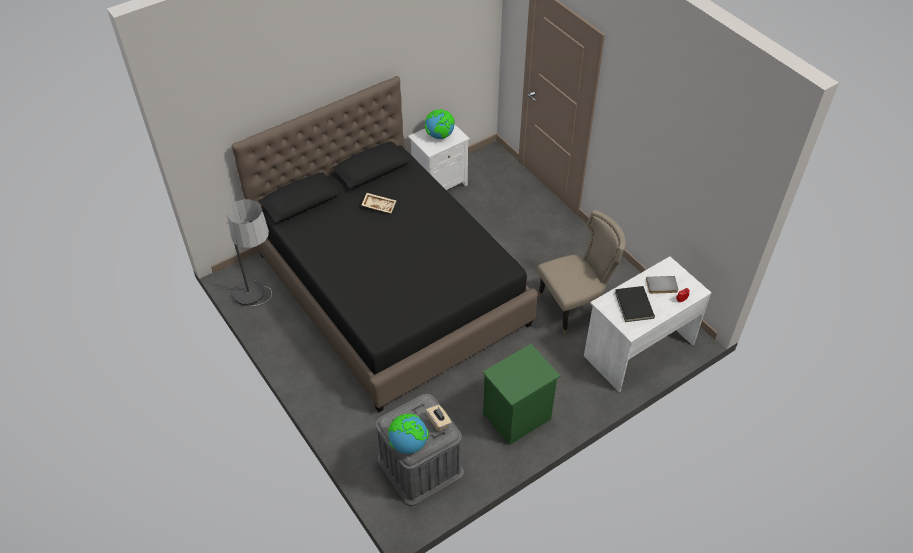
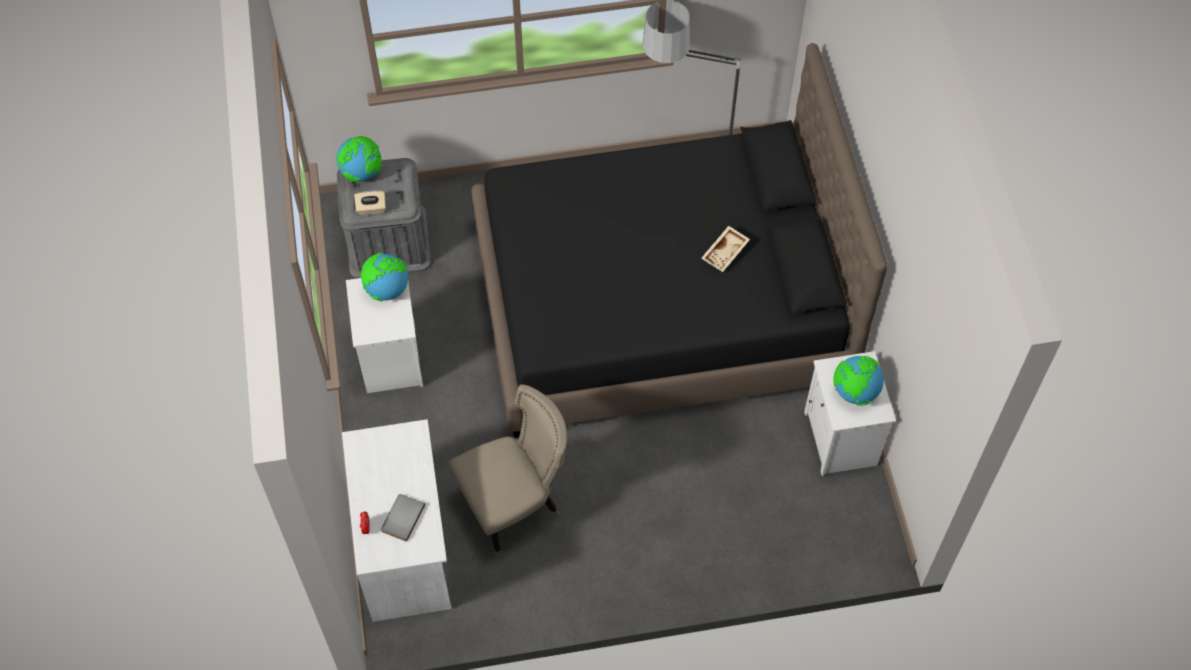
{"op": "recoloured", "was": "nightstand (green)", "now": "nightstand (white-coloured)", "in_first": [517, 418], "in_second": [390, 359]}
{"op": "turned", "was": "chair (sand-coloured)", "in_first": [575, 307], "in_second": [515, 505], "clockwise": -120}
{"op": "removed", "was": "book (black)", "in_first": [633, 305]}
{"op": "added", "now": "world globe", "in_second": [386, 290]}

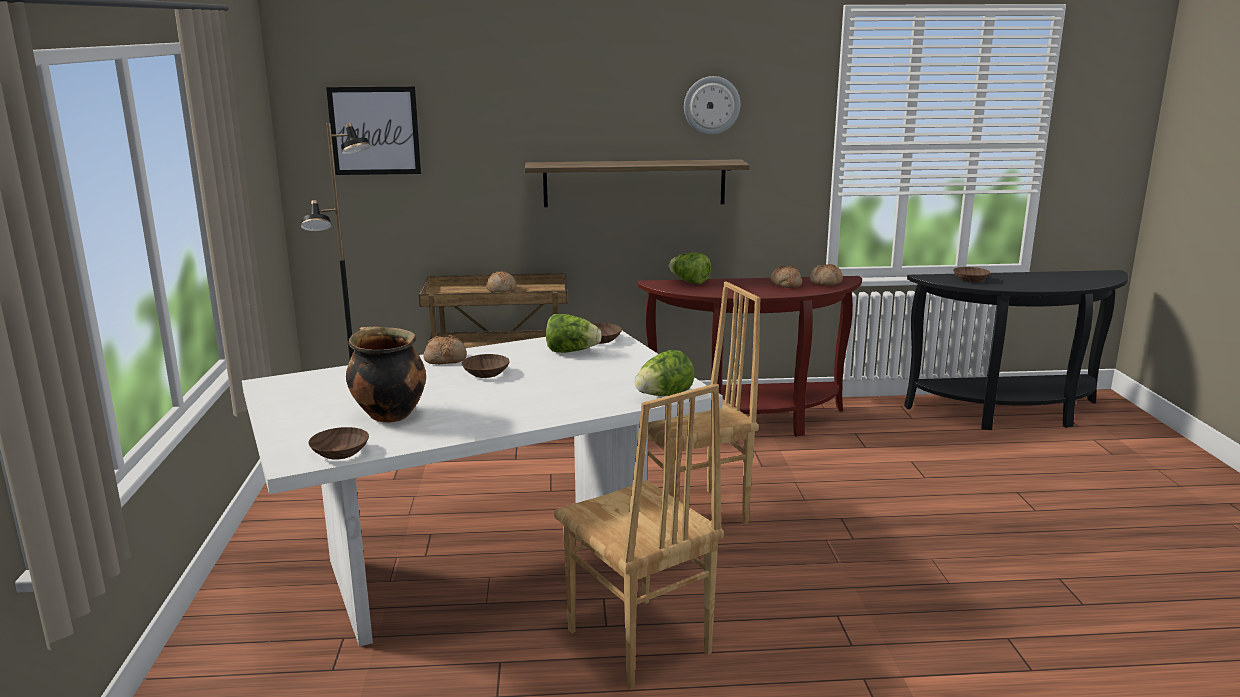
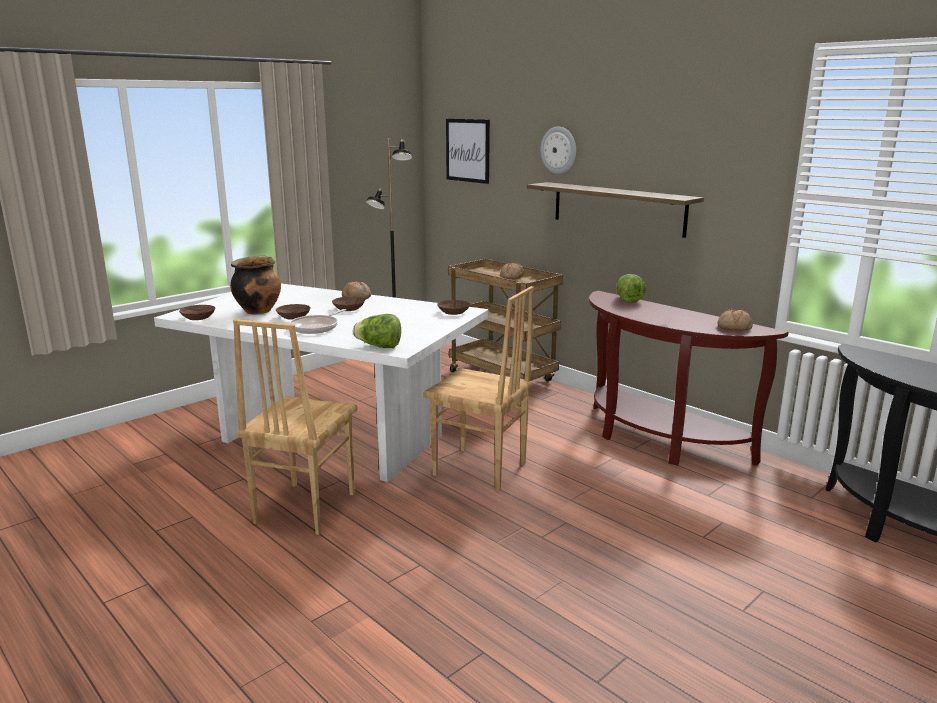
{"op": "removed", "was": "lettuce head", "in_first": [571, 352]}
{"op": "moved", "was": "clock on the wall", "in_first": [711, 105], "in_second": [559, 150]}
{"op": "removed", "was": "bread", "in_first": [785, 284]}
{"op": "moved", "was": "deep dish (brown)", "in_first": [970, 279], "in_second": [294, 317]}
{"op": "added", "now": "frying pan", "in_second": [316, 327]}

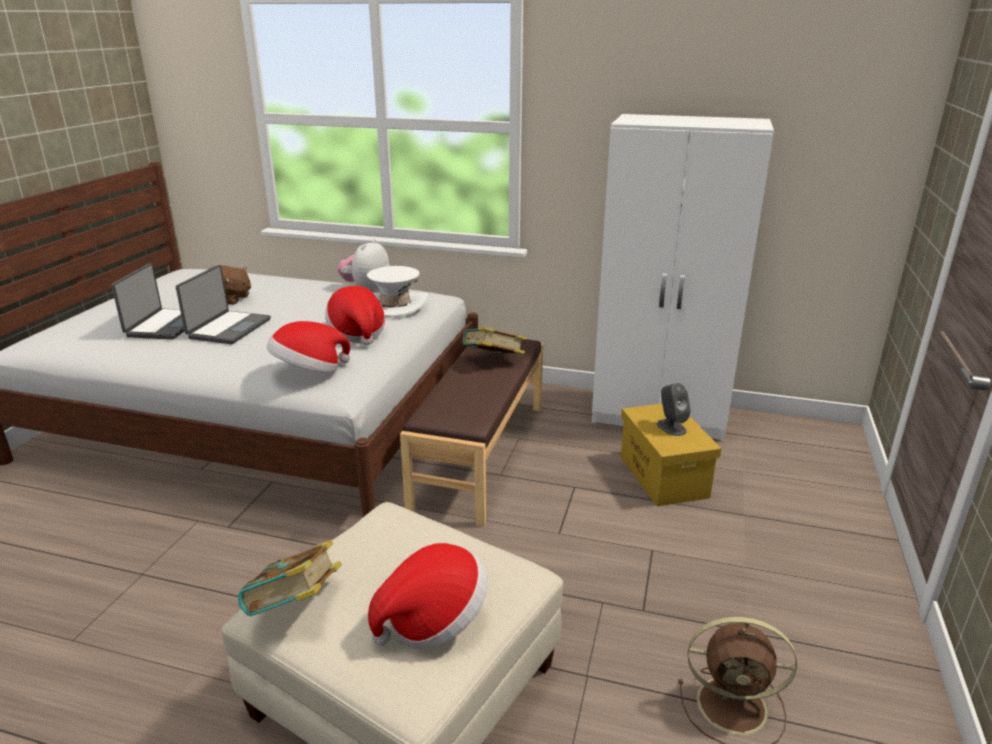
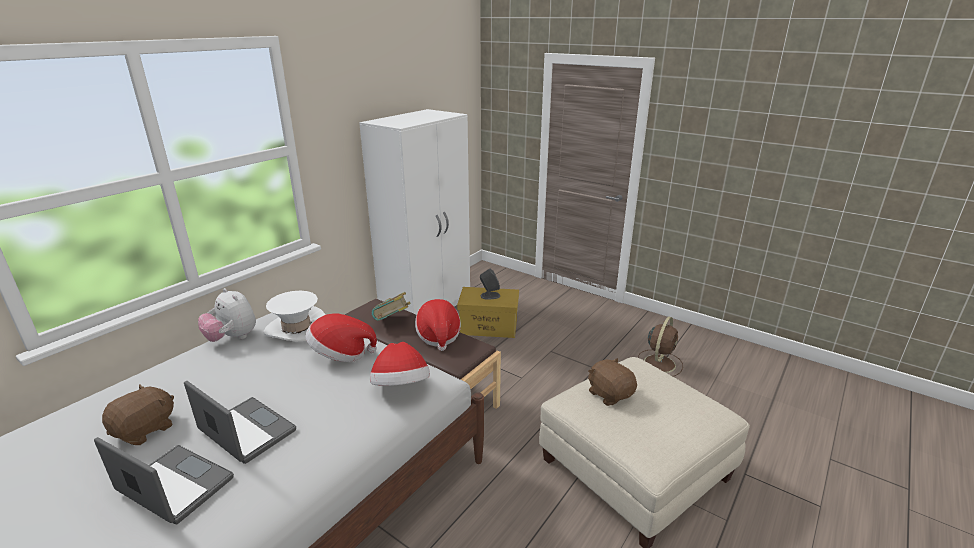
{"op": "removed", "was": "book", "in_first": [295, 608]}
{"op": "moved", "was": "hat", "in_first": [433, 620], "in_second": [438, 336]}
{"op": "added", "now": "cuddly toy (brown)", "in_second": [610, 394]}

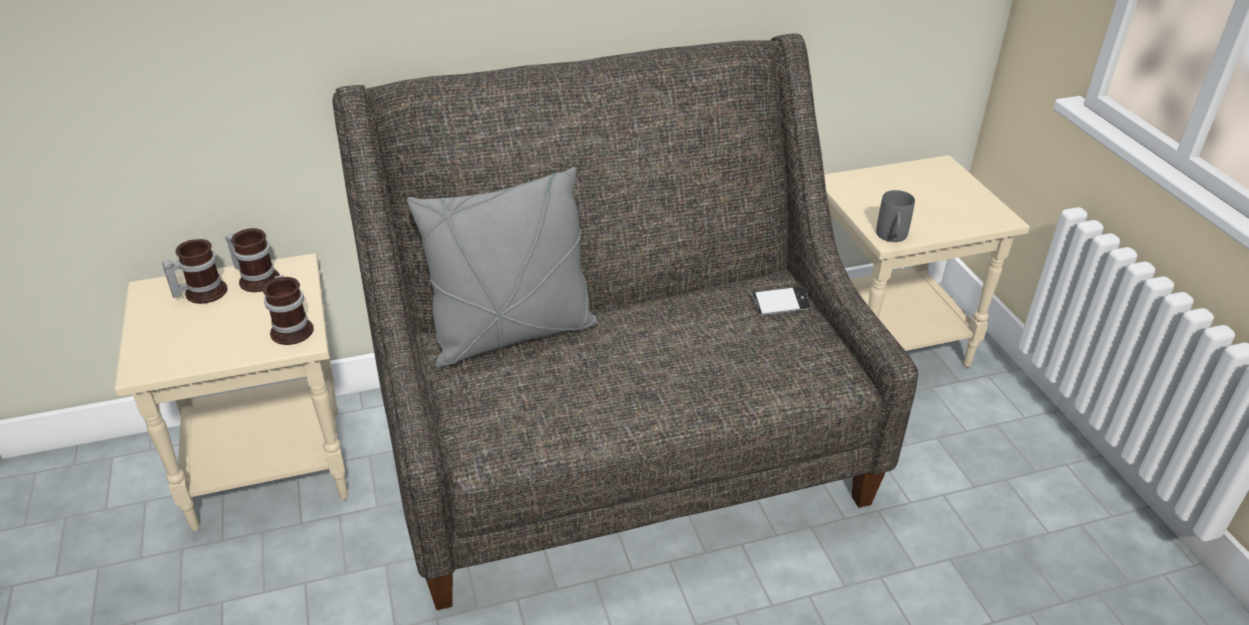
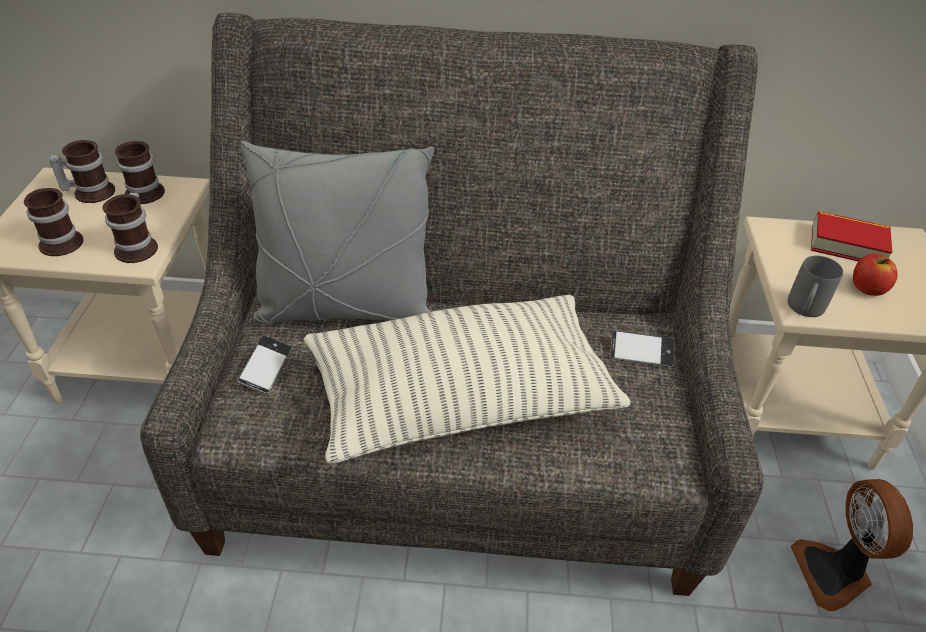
{"op": "added", "now": "tea mug", "in_second": [62, 240]}
{"op": "added", "now": "phone", "in_second": [266, 368]}
{"op": "added", "now": "cushion", "in_second": [460, 399]}
{"op": "added", "now": "cooling fan", "in_second": [833, 573]}
{"op": "added", "now": "book", "in_second": [847, 245]}
{"op": "added", "now": "whole apple", "in_second": [867, 288]}

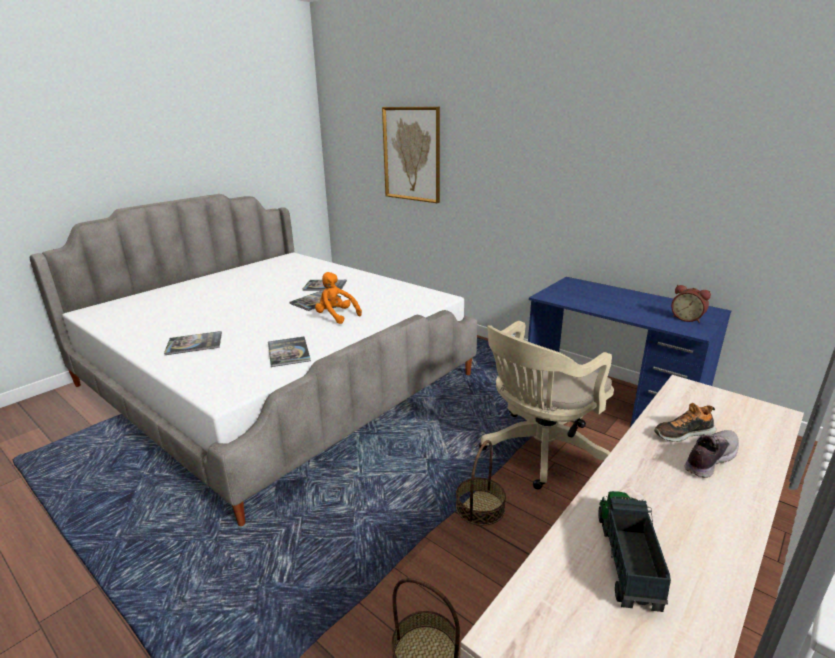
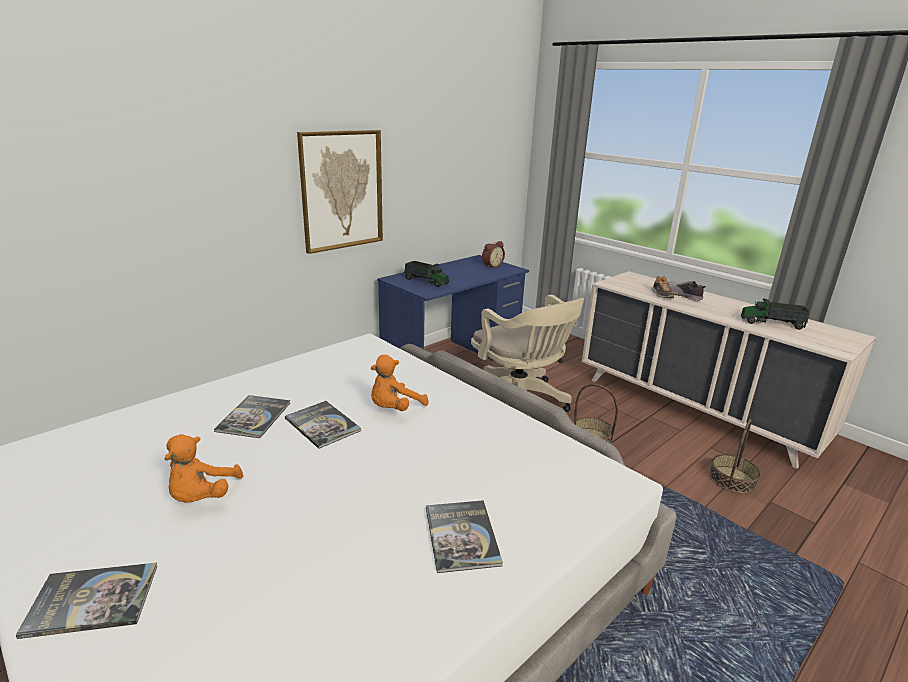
{"op": "moved", "was": "book", "in_first": [288, 352], "in_second": [92, 600]}
{"op": "moved", "was": "picture", "in_first": [412, 154], "in_second": [342, 190]}
{"op": "added", "now": "cuddly toy (orange)", "in_second": [202, 496]}
{"op": "added", "now": "toy lorry", "in_second": [426, 281]}

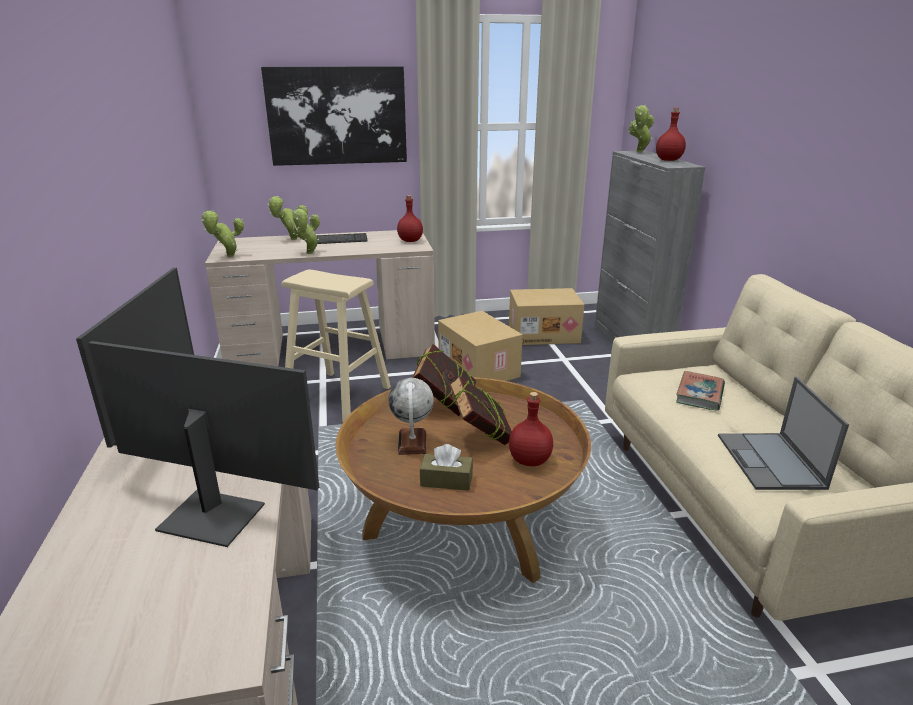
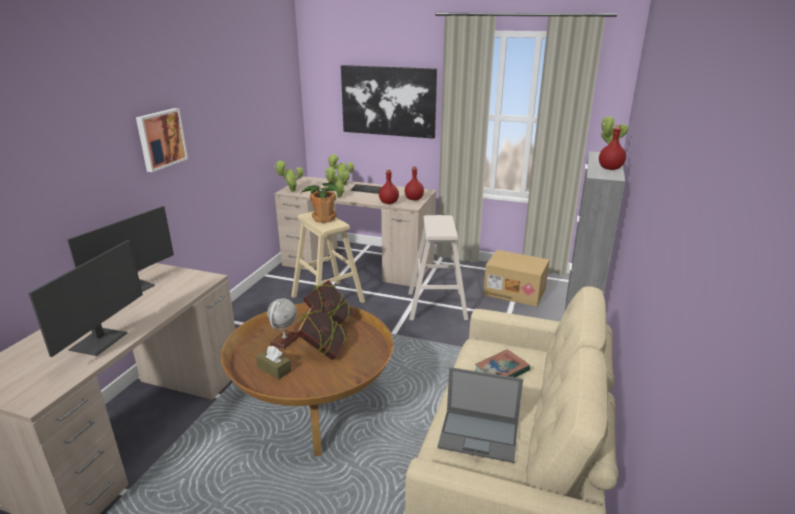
{"op": "turned", "was": "computer screen", "in_first": [213, 515], "in_second": [100, 341], "clockwise": 60}
{"op": "replaced", "was": "carton", "now": "stool (sand-coloured)", "in_first": [480, 368], "in_second": [437, 306]}
{"op": "moved", "was": "drink bottle (reddish)", "in_first": [529, 461], "in_second": [388, 203]}
{"op": "turned", "was": "portable computer", "in_first": [770, 462], "in_second": [479, 435], "clockwise": -105}
{"op": "added", "now": "picture", "in_second": [160, 139]}
{"op": "added", "now": "plant in a pot", "in_second": [323, 218]}

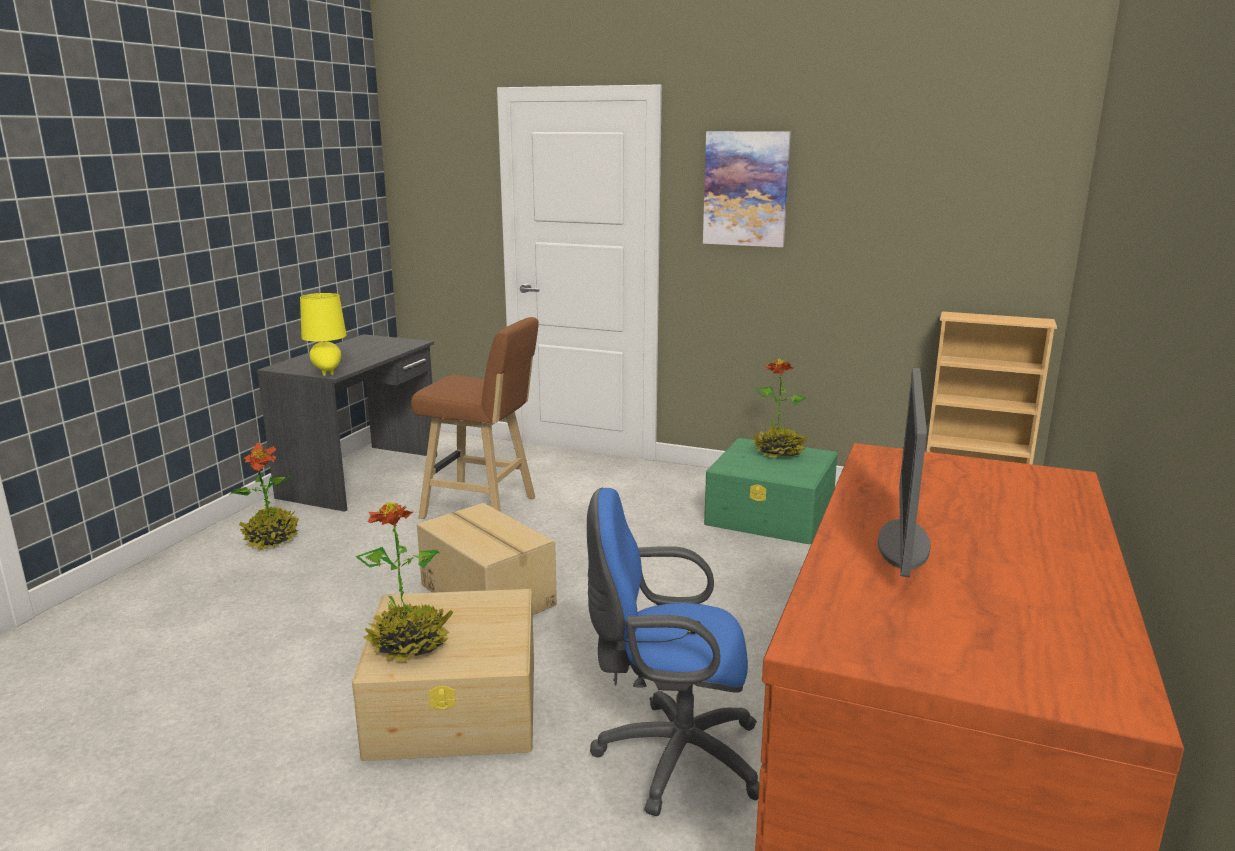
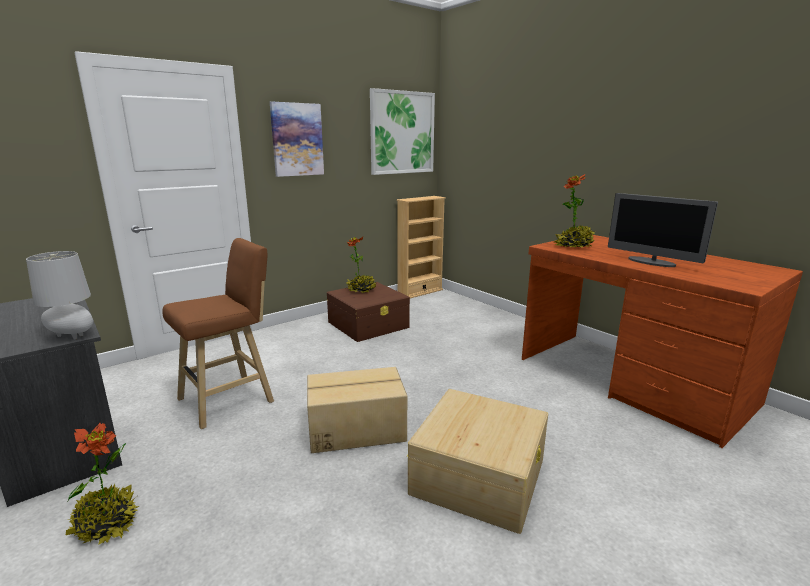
{"op": "recoloured", "was": "table lamp (yellow-coloured)", "now": "table lamp (gray)", "in_first": [328, 373], "in_second": [72, 336]}
{"op": "moved", "was": "plant in a pot", "in_first": [410, 644], "in_second": [573, 246]}
{"op": "removed", "was": "desk chair (blue-coloured)", "in_first": [670, 756]}
{"op": "recoloured", "was": "storage container (green)", "now": "storage container (brown)", "in_first": [771, 514], "in_second": [369, 324]}
{"op": "added", "now": "picture", "in_second": [402, 133]}

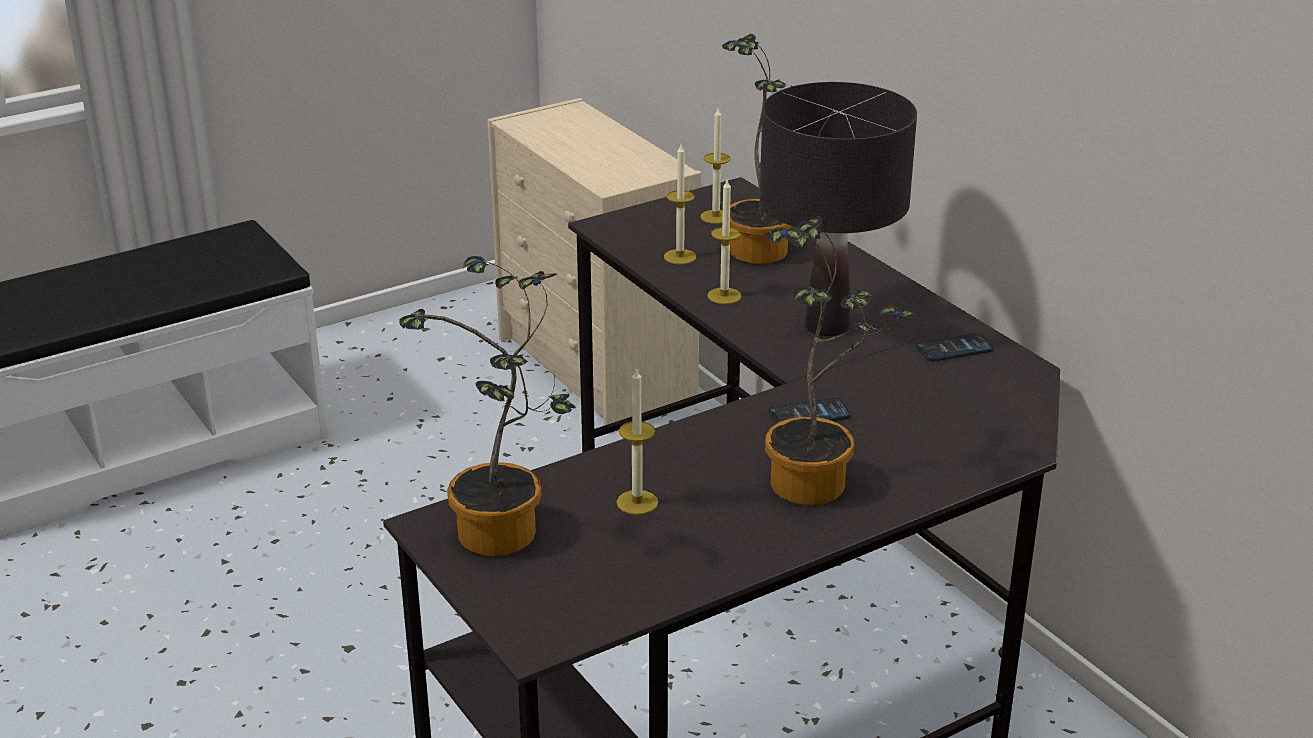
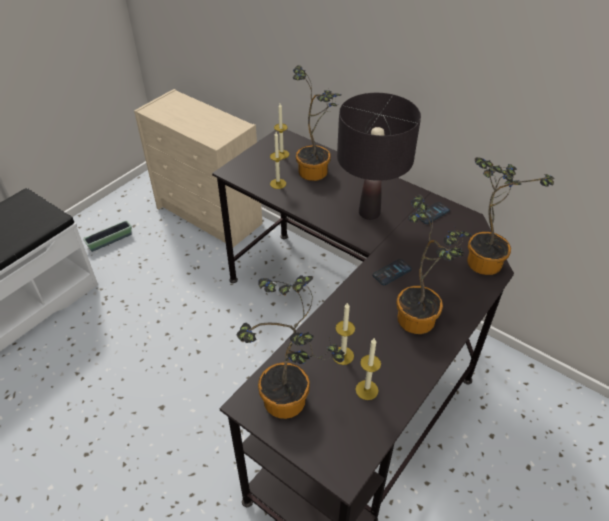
{"op": "moved", "was": "wax light", "in_first": [724, 296], "in_second": [366, 390]}
{"op": "added", "now": "plant pot", "in_second": [110, 241]}
{"op": "added", "now": "plant in a pot", "in_second": [483, 259]}

